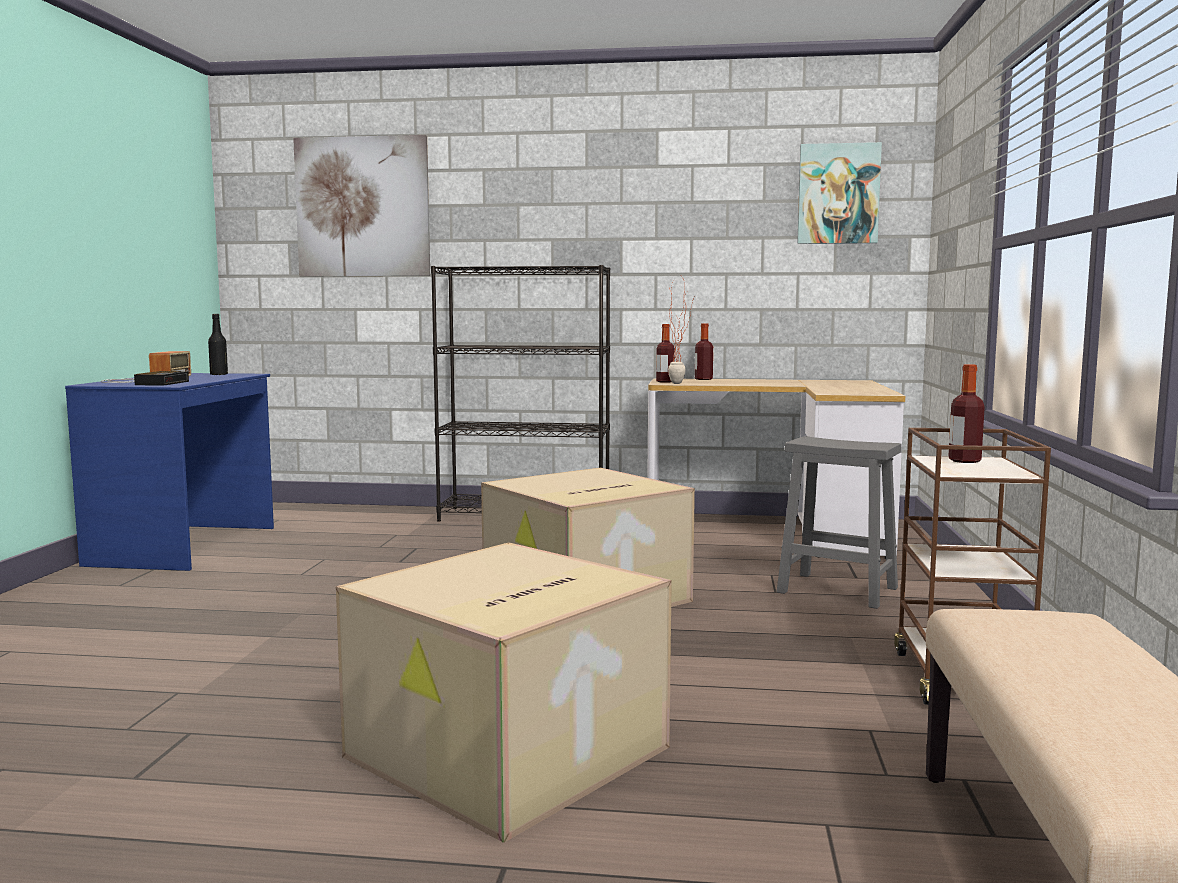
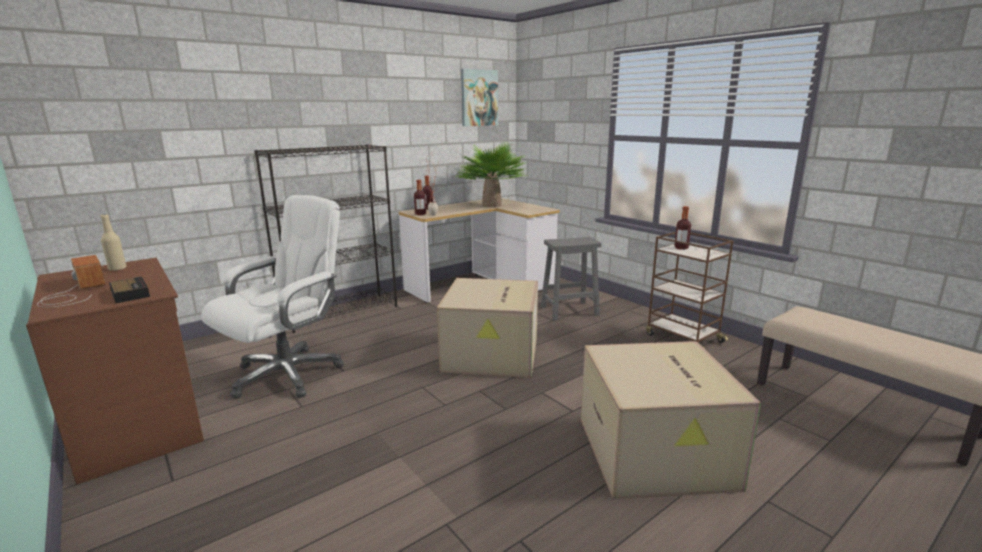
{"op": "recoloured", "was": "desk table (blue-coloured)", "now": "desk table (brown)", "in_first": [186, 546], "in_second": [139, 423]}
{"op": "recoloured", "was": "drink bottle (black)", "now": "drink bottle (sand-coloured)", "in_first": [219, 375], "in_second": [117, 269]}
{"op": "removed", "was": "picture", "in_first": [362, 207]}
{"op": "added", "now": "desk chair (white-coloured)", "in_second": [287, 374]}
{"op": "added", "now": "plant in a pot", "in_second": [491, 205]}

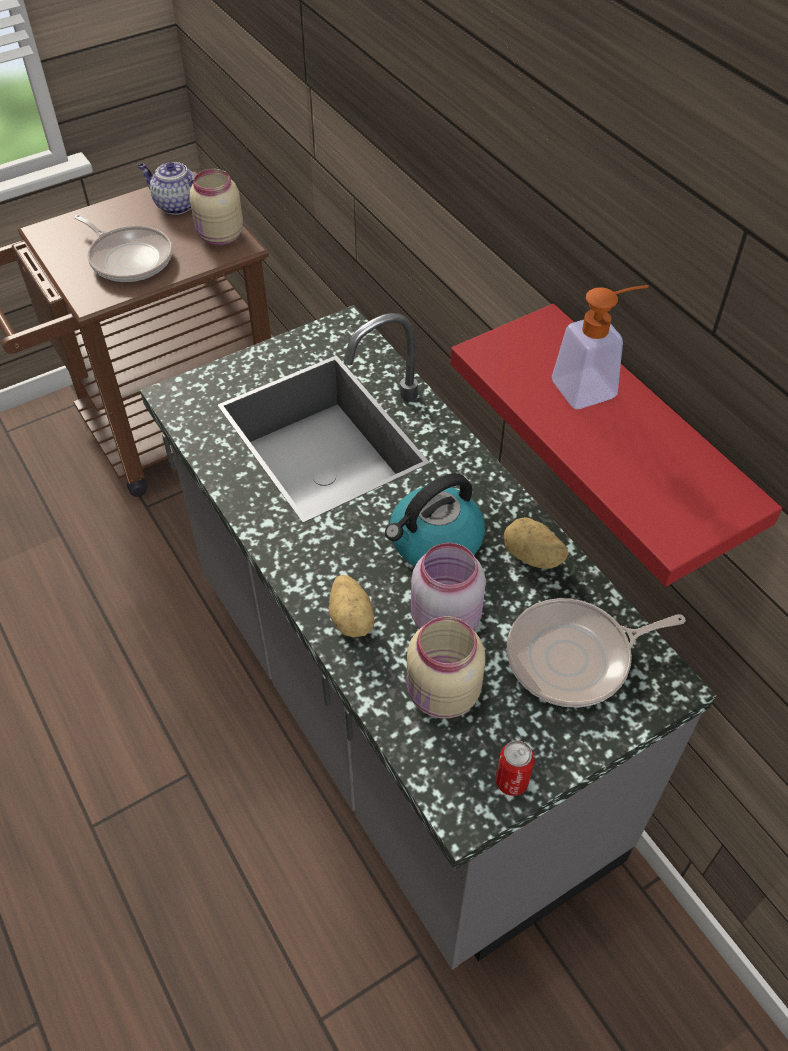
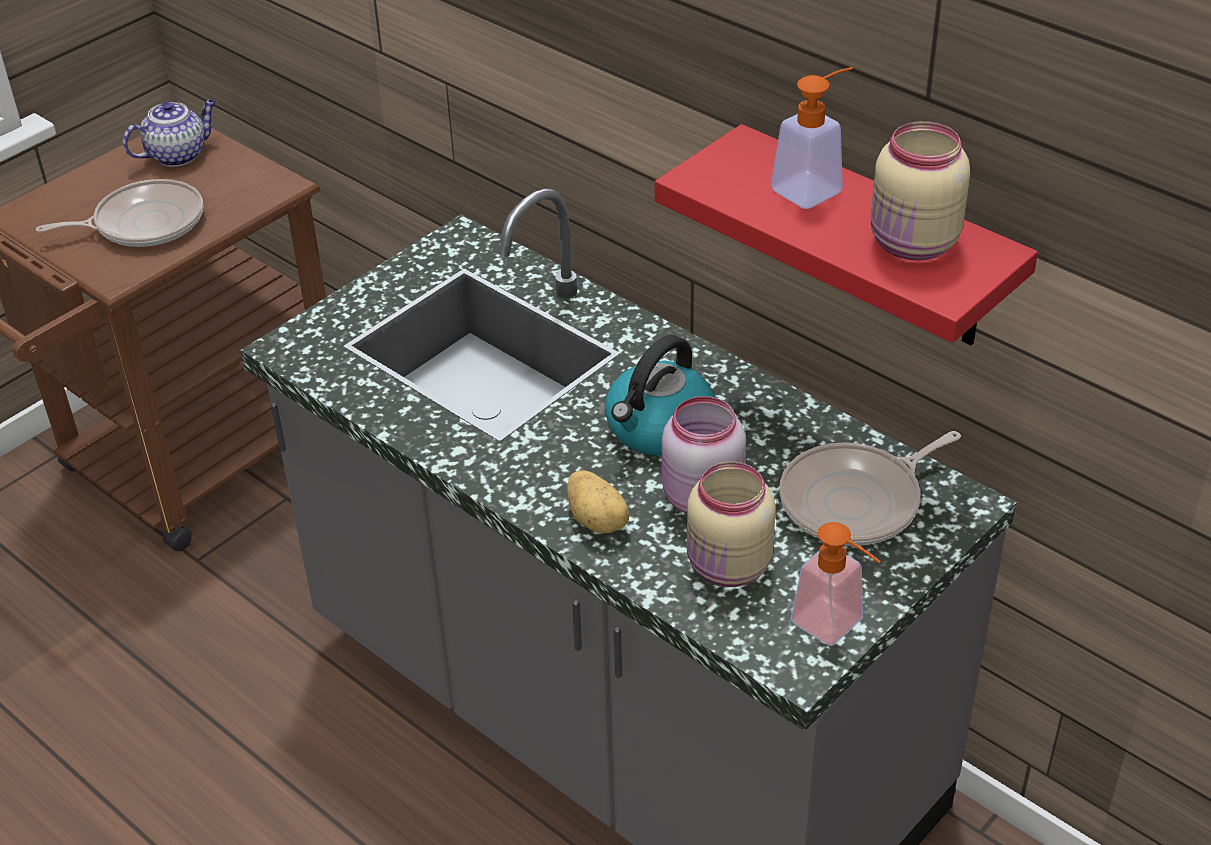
{"op": "turned", "was": "frying pan", "in_first": [129, 258], "in_second": [144, 223], "clockwise": -45}
{"op": "turned", "was": "teapot", "in_first": [176, 205], "in_second": [178, 154], "clockwise": 135}
{"op": "moved", "was": "jar (sand-coloured)", "in_first": [219, 236], "in_second": [913, 245]}
{"op": "replaced", "was": "sealed can", "now": "soap bottle", "in_first": [511, 781], "in_second": [836, 627]}
{"op": "removed", "was": "potato", "in_first": [532, 557]}

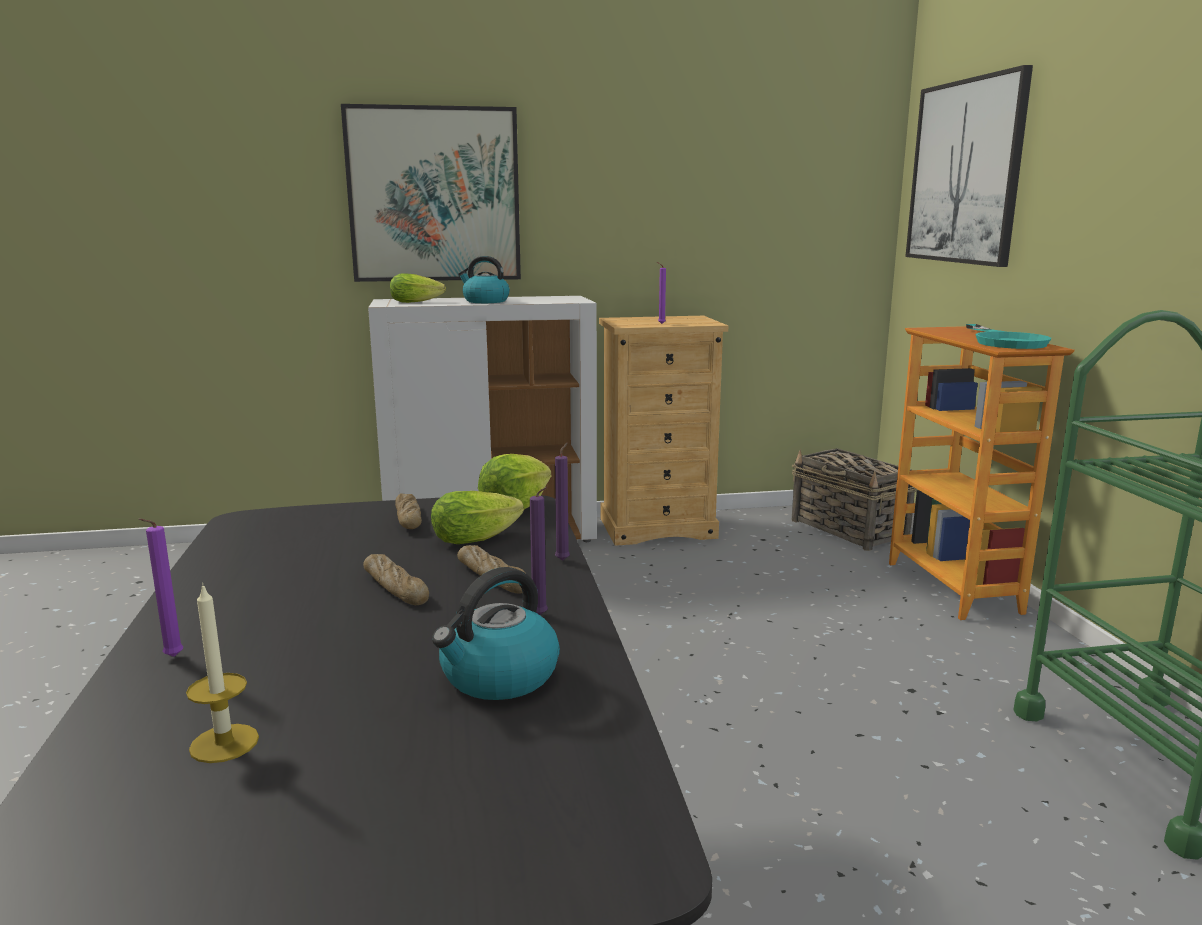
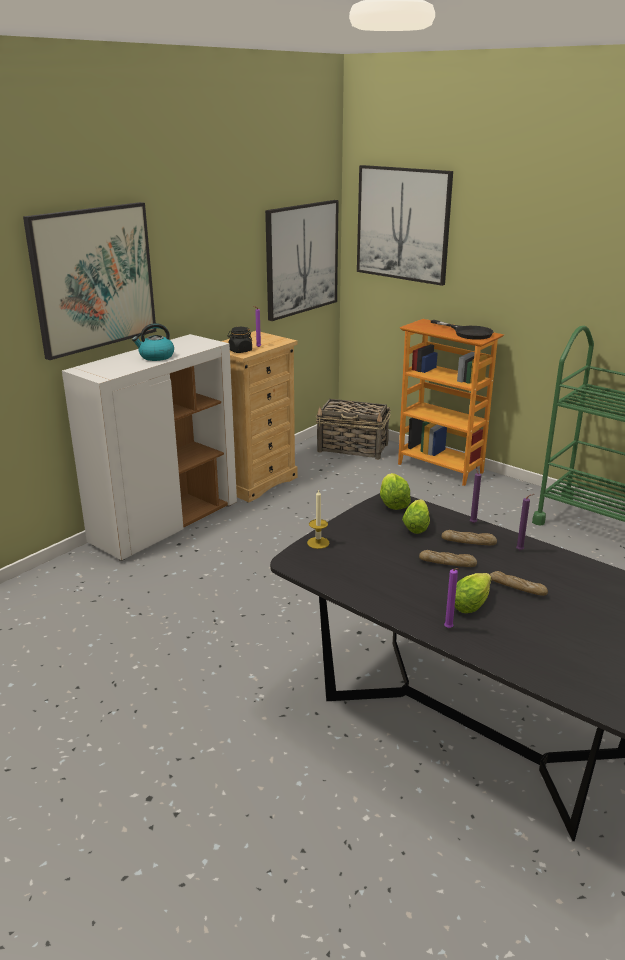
{"op": "moved", "was": "wax light", "in_first": [224, 743], "in_second": [318, 543]}
{"op": "moved", "was": "lettuce head", "in_first": [418, 302], "in_second": [472, 602]}
{"op": "moved", "was": "bread", "in_first": [408, 519], "in_second": [517, 588]}
{"op": "removed", "was": "tea kettle", "in_first": [498, 677]}
{"op": "recoloured", "was": "frying pan (turquoise)", "now": "frying pan (black)", "in_first": [1005, 341], "in_second": [467, 333]}
{"op": "added", "now": "jar (black)", "in_second": [240, 351]}
{"op": "added", "now": "picture", "in_second": [301, 259]}

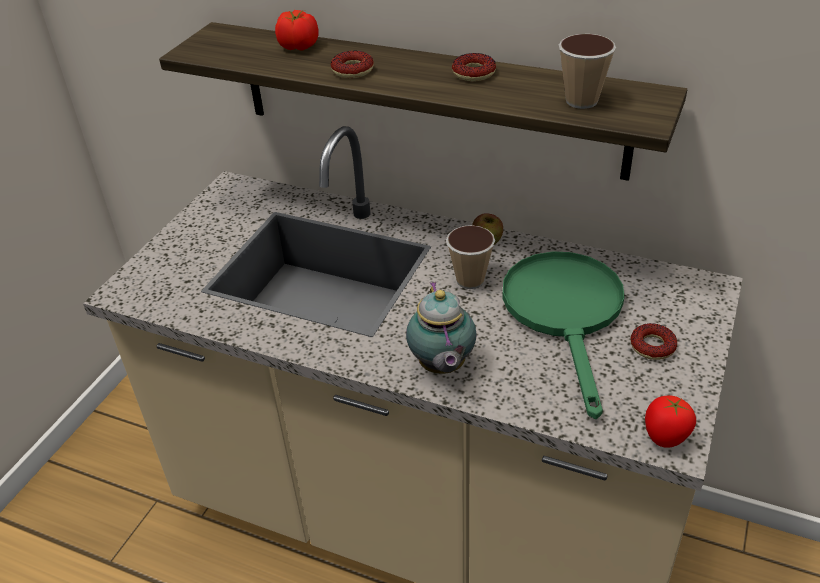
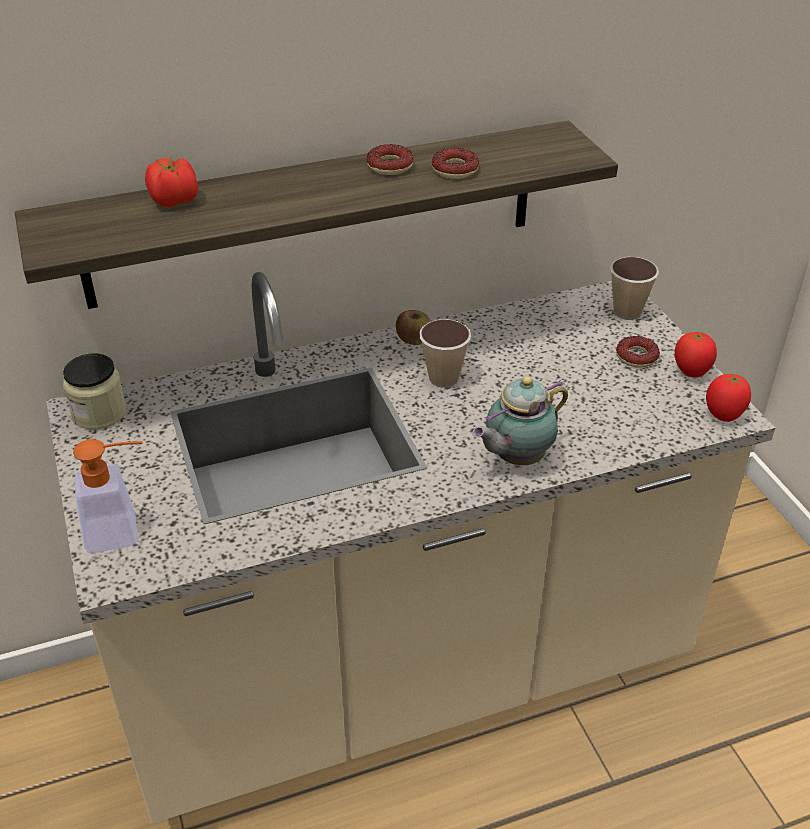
{"op": "moved", "was": "doughnut", "in_first": [352, 70], "in_second": [455, 170]}
{"op": "turned", "was": "teapot", "in_first": [441, 367], "in_second": [516, 458], "clockwise": 105}
{"op": "removed", "was": "frying pan (green)", "in_first": [566, 313]}
{"op": "moved", "was": "drinking cup", "in_first": [581, 101], "in_second": [627, 312]}
{"op": "added", "now": "jar", "in_second": [99, 413]}
{"op": "added", "now": "soap bottle", "in_second": [123, 531]}
{"op": "added", "now": "tomato", "in_second": [691, 372]}

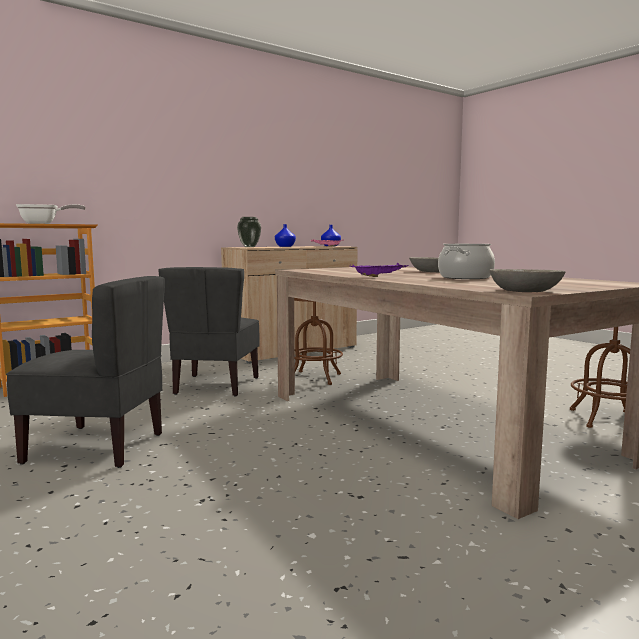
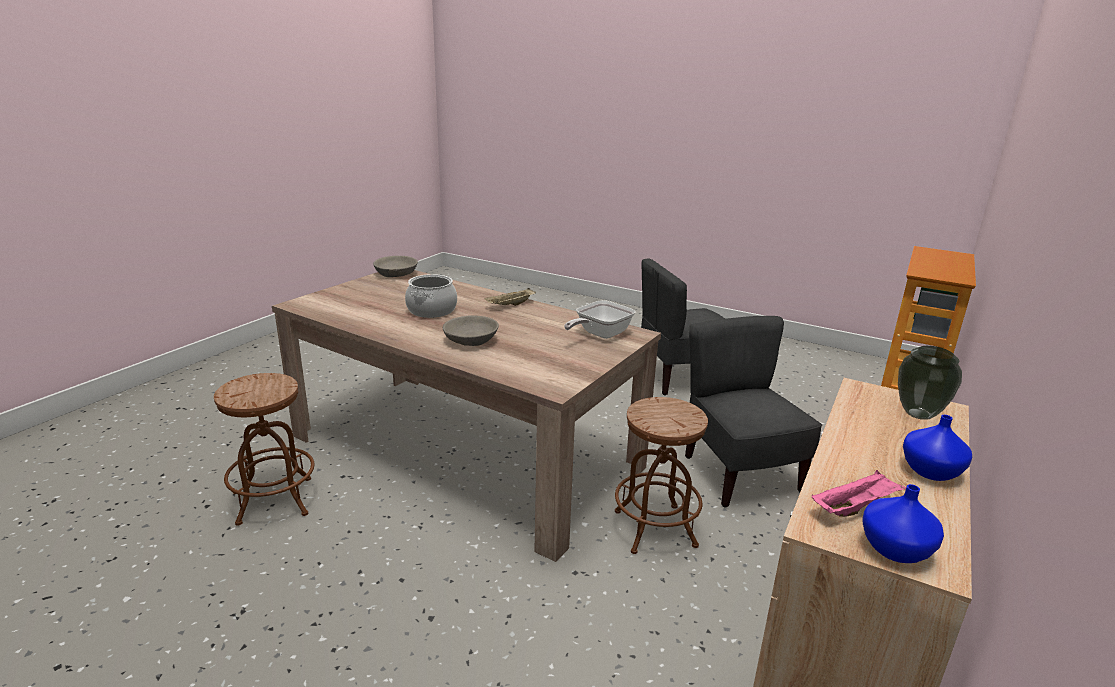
{"op": "moved", "was": "frying pan", "in_first": [44, 224], "in_second": [599, 334]}
{"op": "recoloured", "was": "tray (purple-coloured)", "now": "tray (sand-coloured)", "in_first": [379, 276], "in_second": [510, 305]}

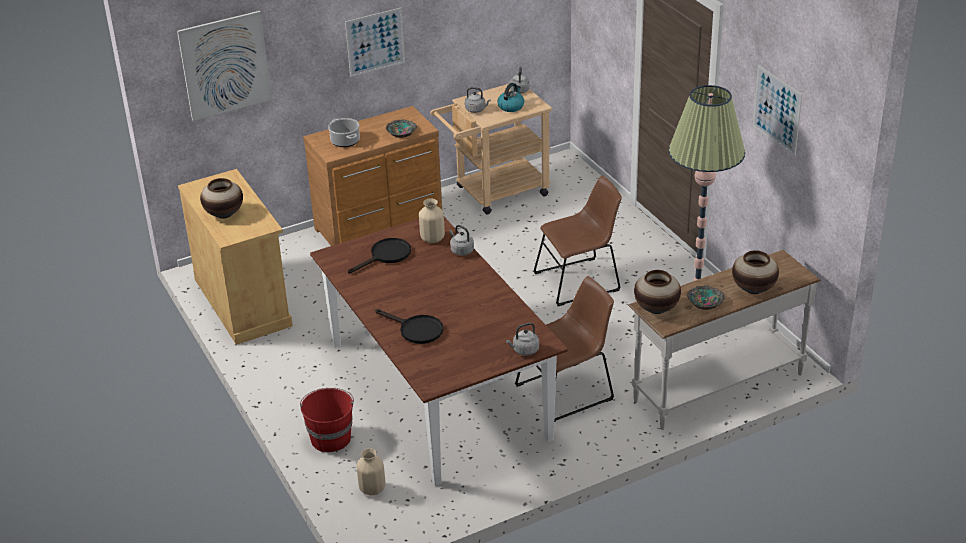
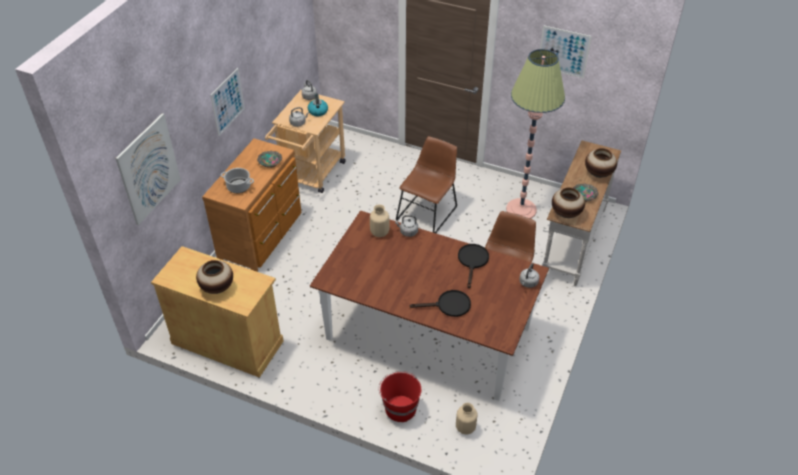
{"op": "moved", "was": "frying pan (black)", "in_first": [386, 256], "in_second": [473, 261]}

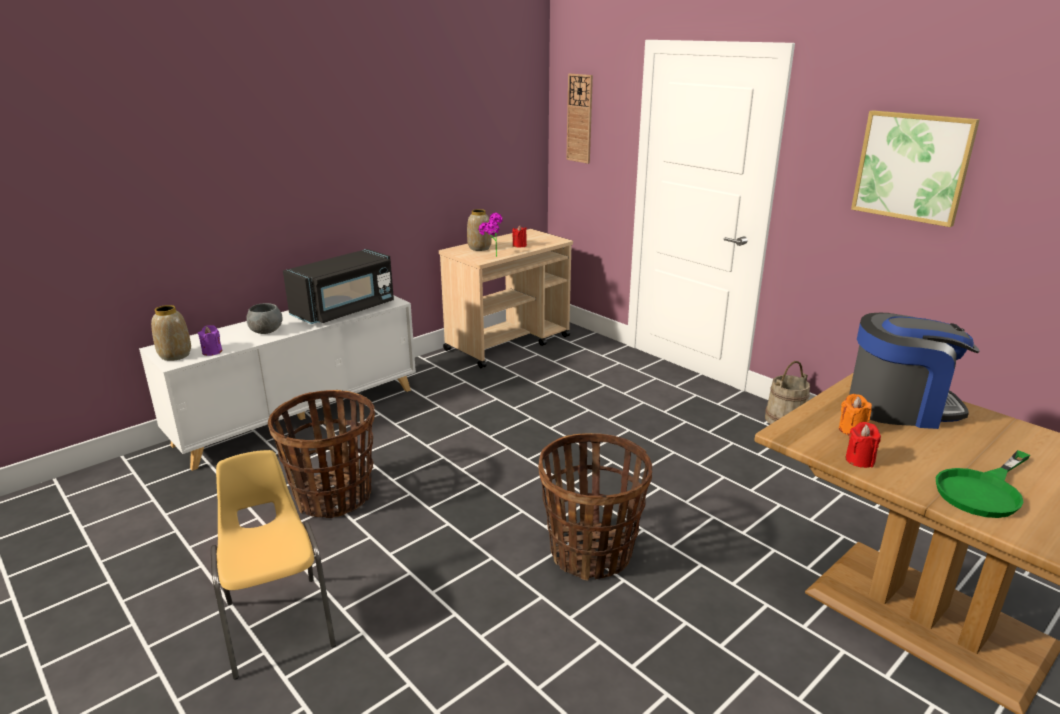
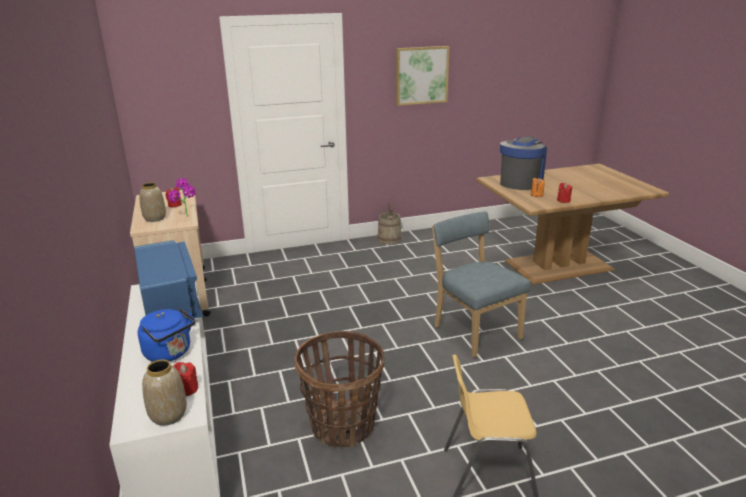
{"op": "recoloured", "was": "wax light (purple-coloured)", "now": "wax light (reddish)", "in_first": [212, 352], "in_second": [187, 389]}
{"op": "replaced", "was": "deep dish (gray)", "now": "tea kettle (blue-coloured)", "in_first": [266, 331], "in_second": [170, 353]}
{"op": "recoloured", "was": "microwave oven (black)", "now": "microwave oven (blue-coloured)", "in_first": [345, 310], "in_second": [170, 307]}
{"op": "replaced", "was": "basket", "now": "chair (blue-coloured)", "in_first": [591, 553], "in_second": [474, 330]}
{"op": "removed", "was": "clock on the wall", "in_first": [580, 118]}
{"op": "removed", "was": "frying pan (green)", "in_first": [983, 491]}

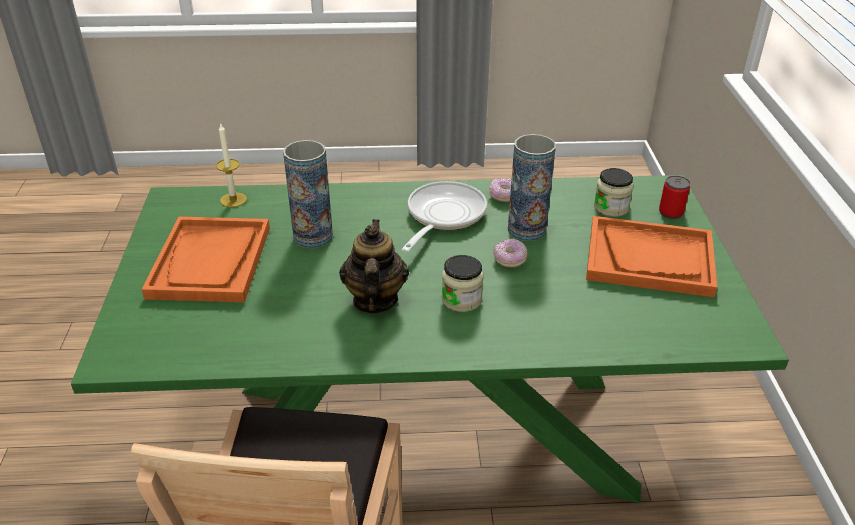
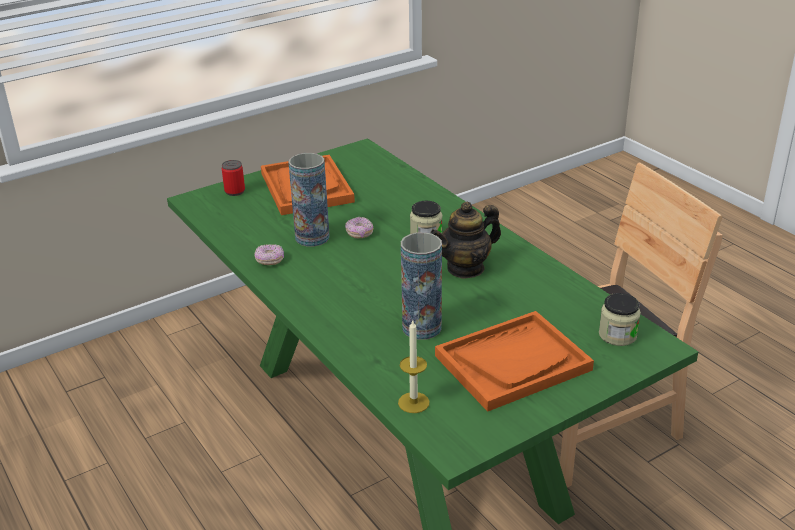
{"op": "removed", "was": "frying pan", "in_first": [443, 216]}
{"op": "moved", "was": "jar", "in_first": [611, 207], "in_second": [617, 335]}

